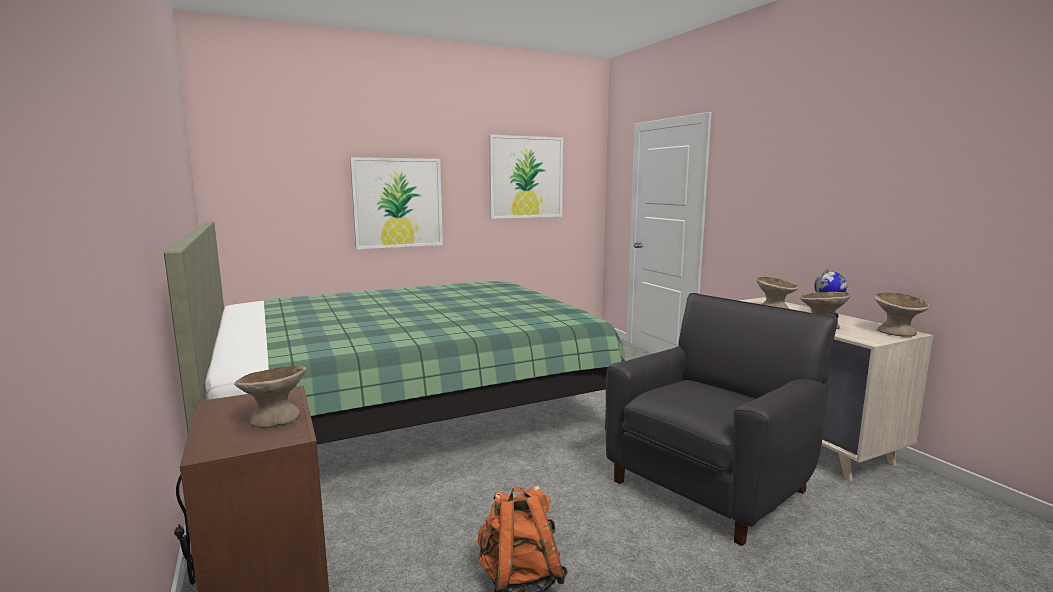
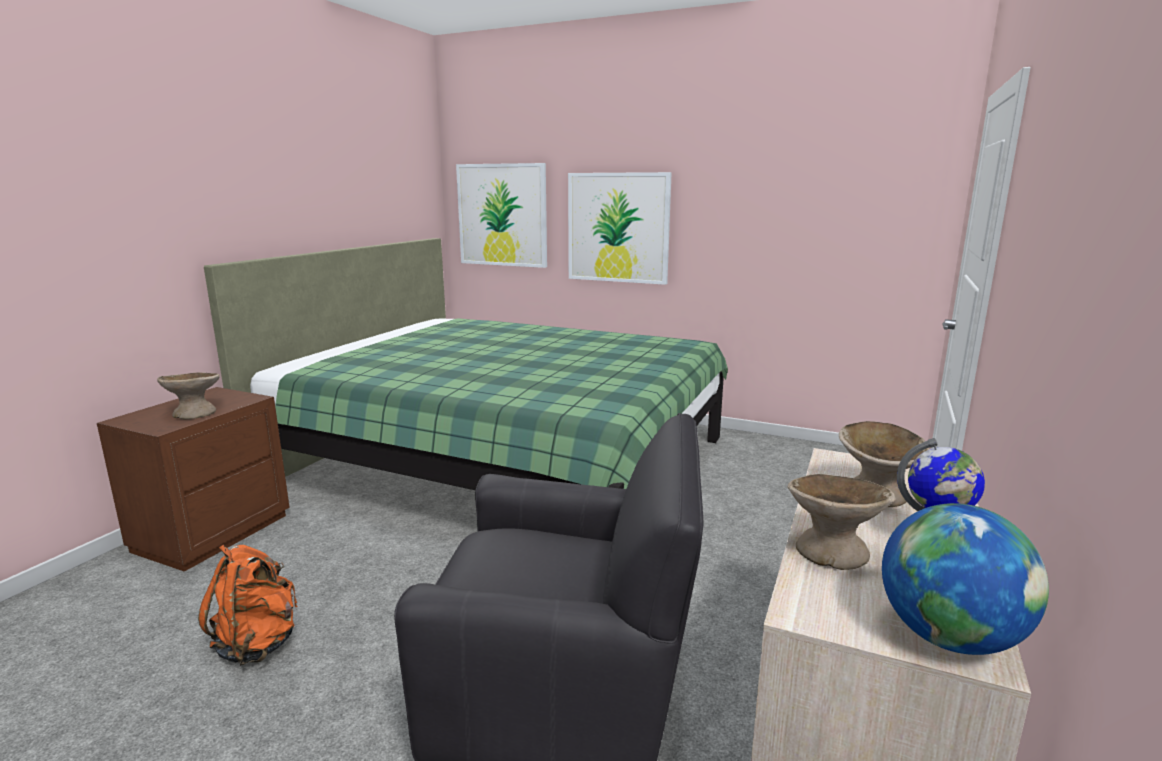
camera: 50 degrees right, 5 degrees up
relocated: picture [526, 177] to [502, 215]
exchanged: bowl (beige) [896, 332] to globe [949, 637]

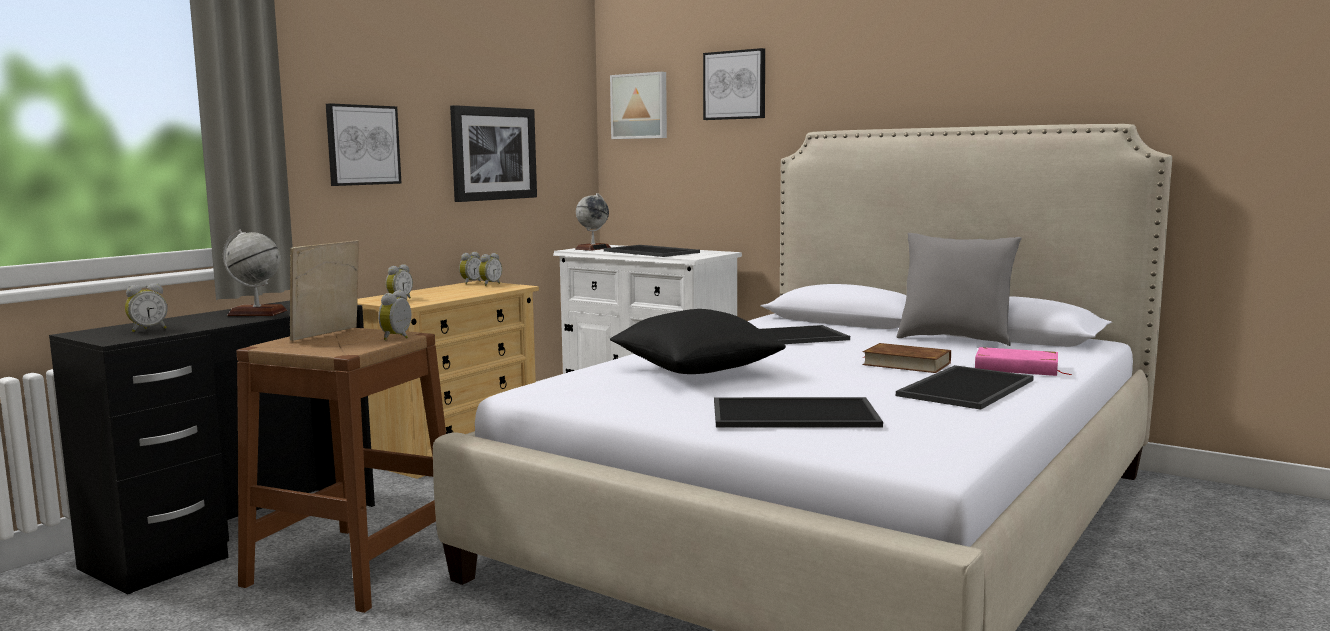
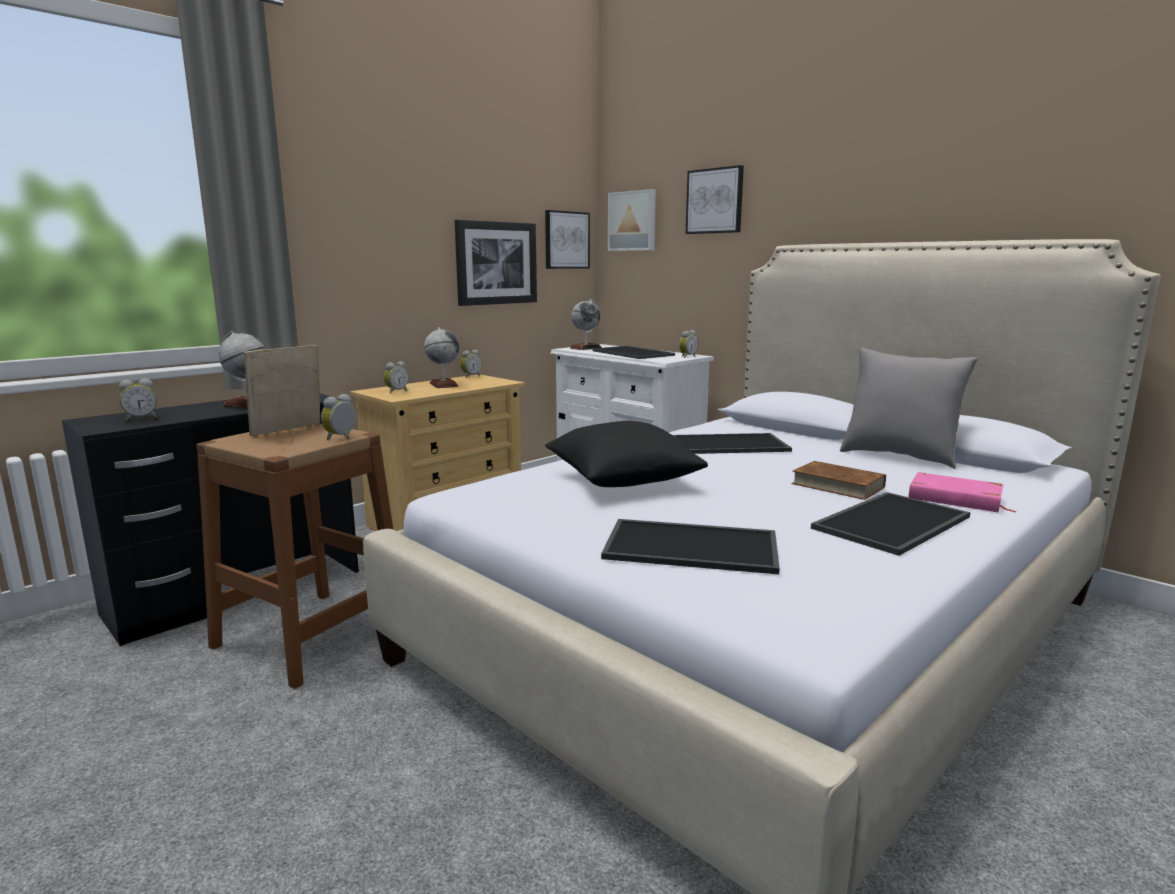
camera: 10 degrees right, 5 degrees up
appeared: globe [443, 385]
relocated: picture [362, 145] to [566, 240]; alarm clock [489, 284] to [686, 357]

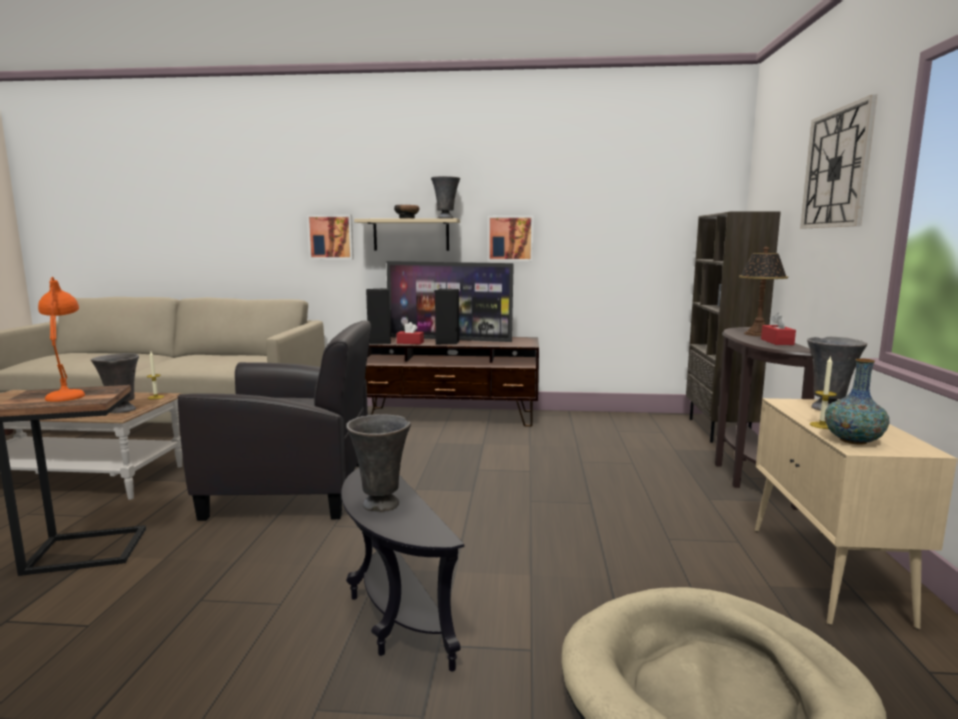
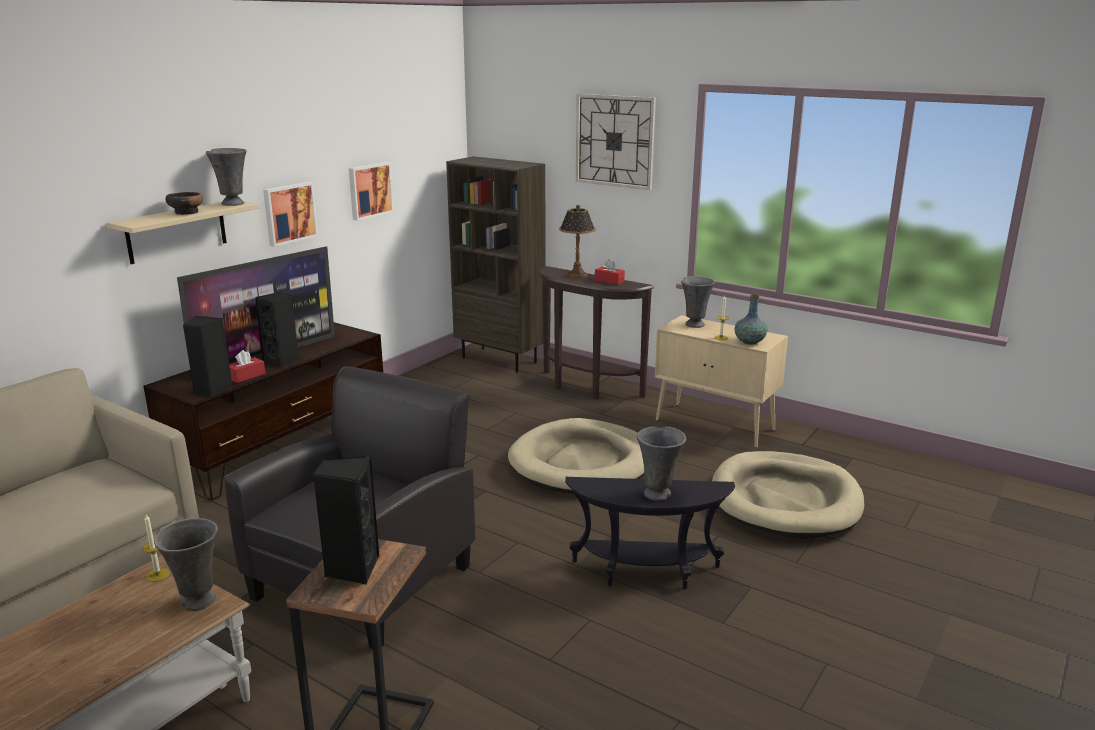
camera: 60 degrees left, 10 degrees up
appeared: dog bed (beige) [582, 463]
relocated: picture [331, 237] to [369, 190]
exchanged: table lamp (orange) [68, 394] to speaker (black) [352, 569]

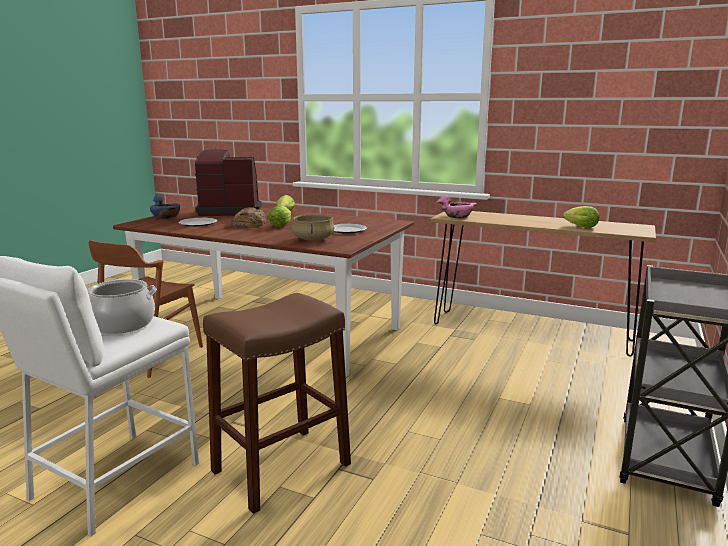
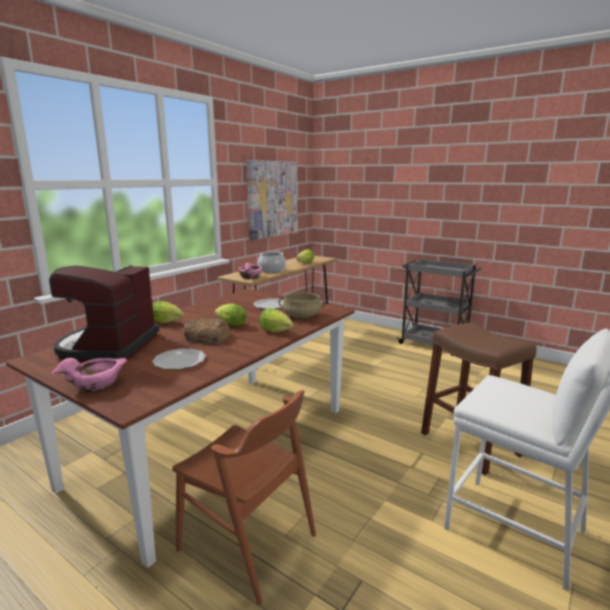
camera: 80 degrees left, 0 degrees up
appeared: picture [272, 199]; lettuce [277, 332]
relocated: cooking pot [122, 324] to [272, 270]
colour: bowl (blue) [166, 217] to bowl (pink) [97, 384]

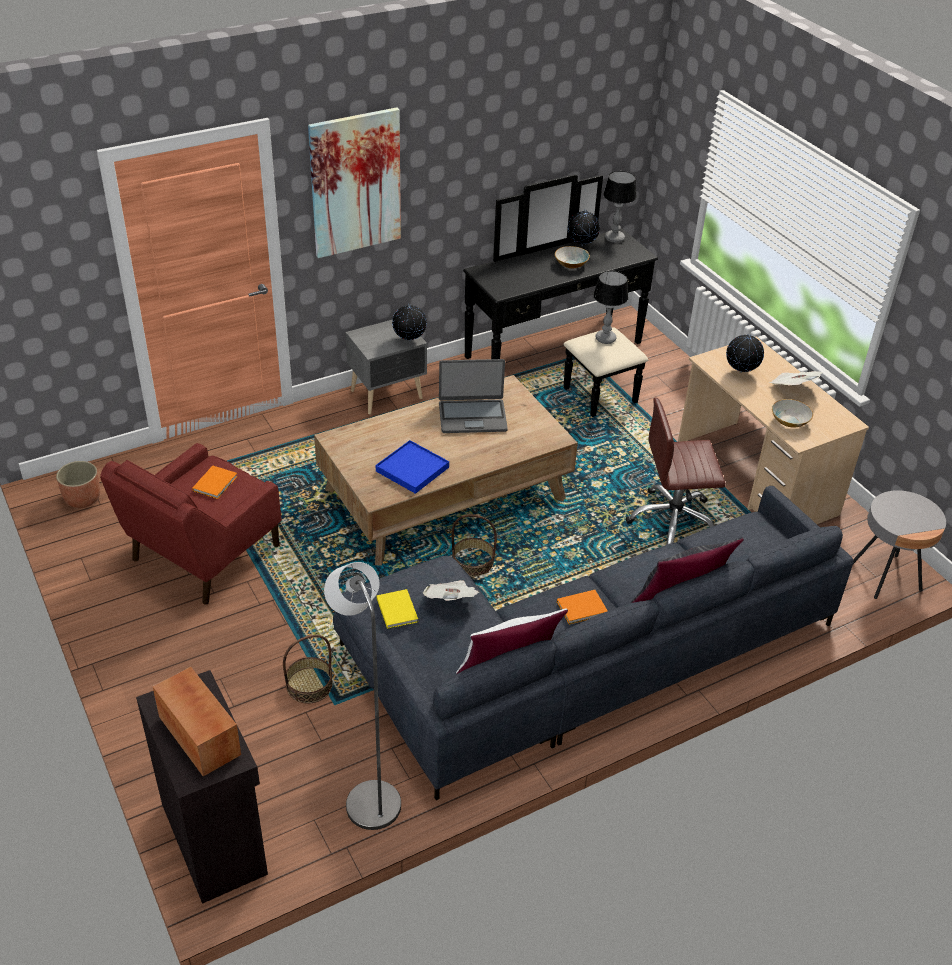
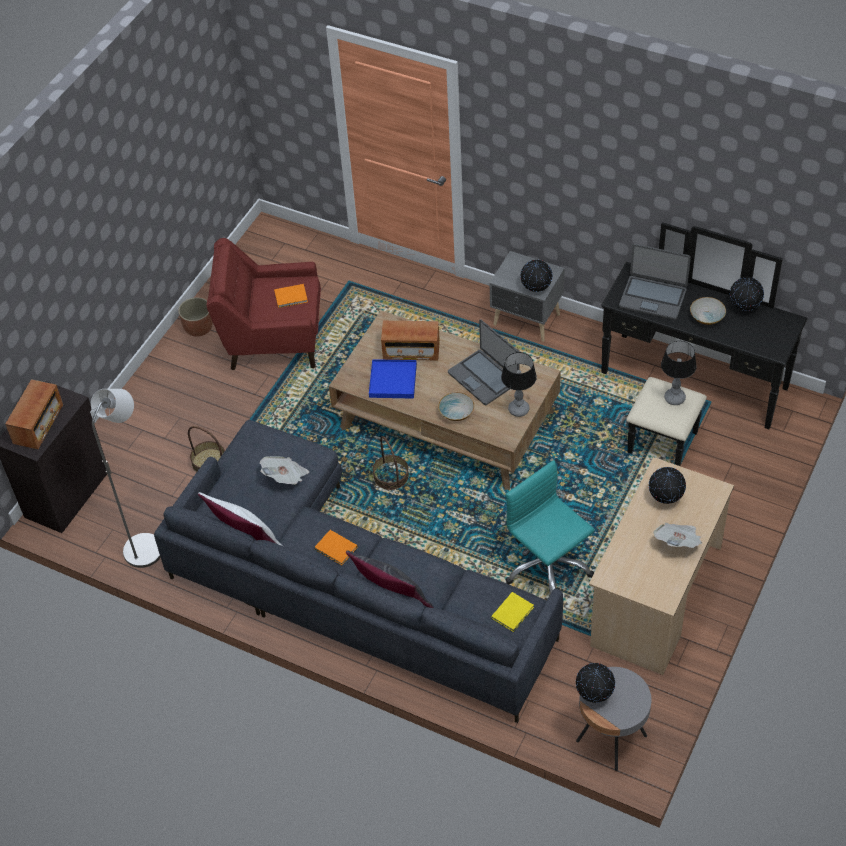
camera: 60 degrees right, 10 degrees up
missing: picture [355, 183]
appeared: radio [411, 351]; globe [594, 695]; laptop [653, 297]
relocated: planter [83, 499] to [199, 328]; book (yellow) [397, 609] to [513, 612]; table lamp [615, 238] to [519, 409]; bowl [789, 421] to [456, 412]
colour: office chair (brown) [673, 521] to office chair (turquoise) [547, 568]

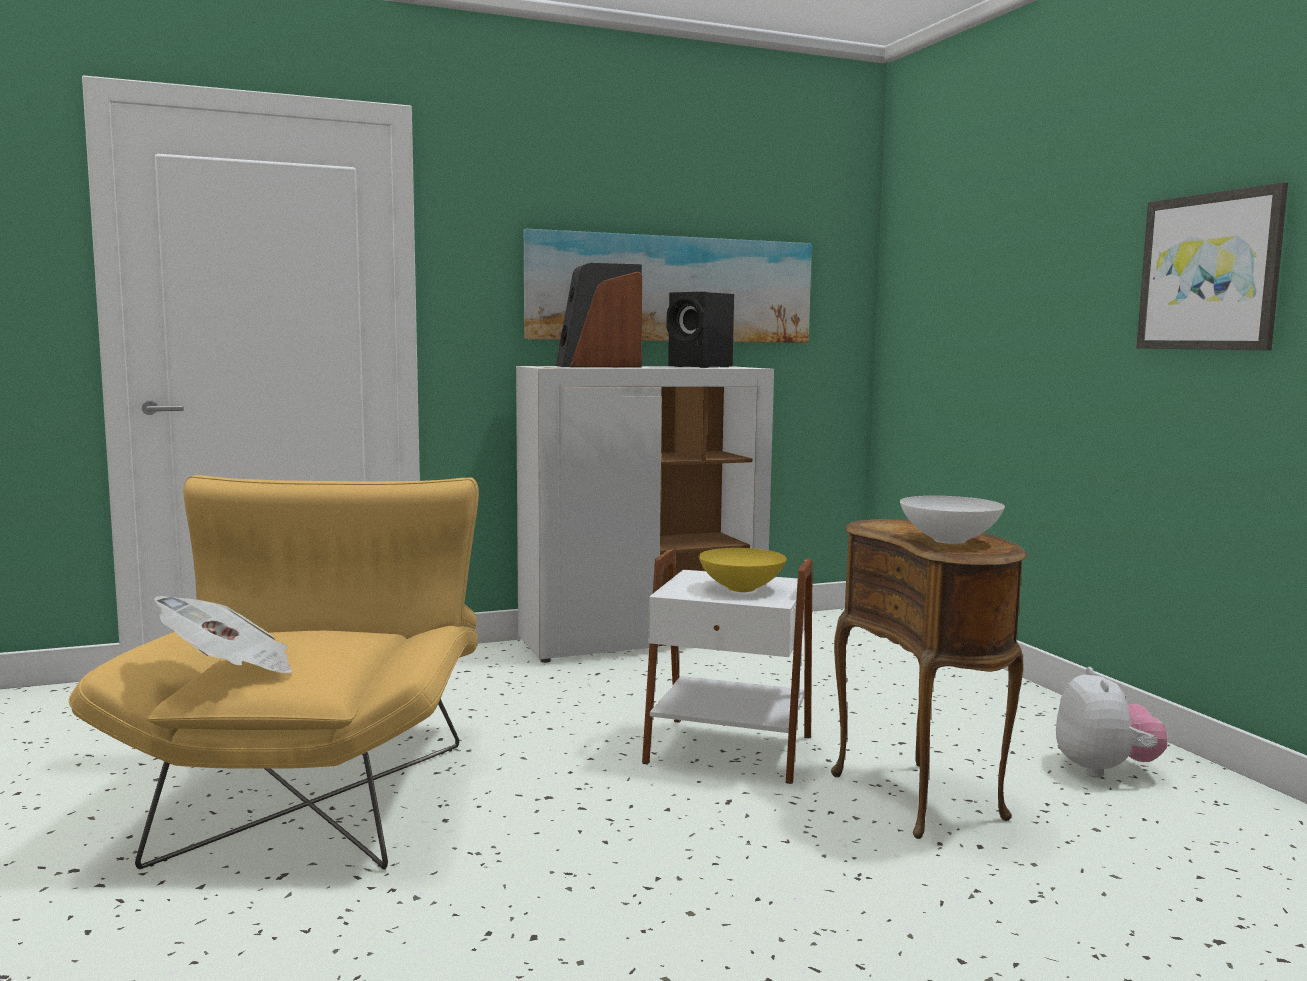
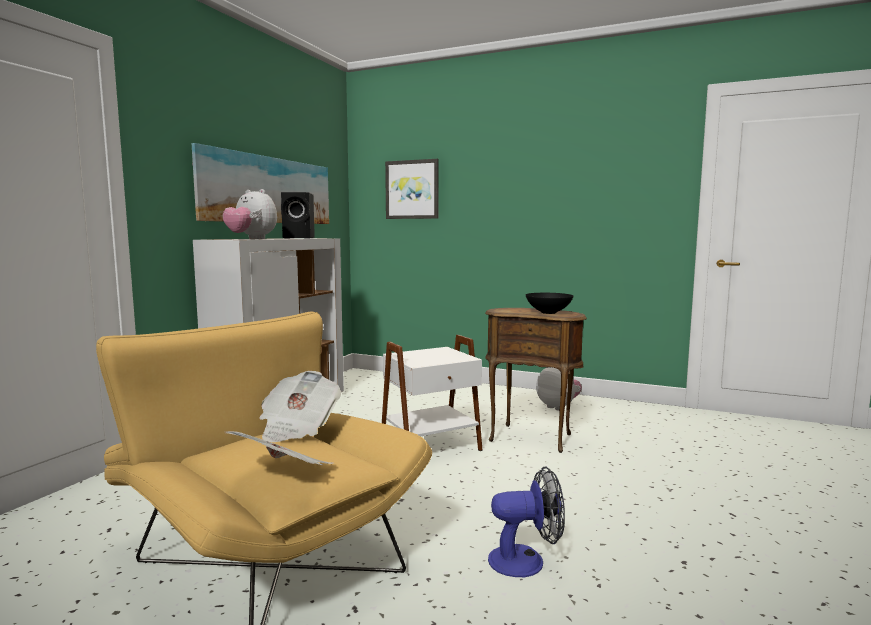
camera: 45 degrees left, 0 degrees up
missing: bowl (yellow) [740, 588]
appeared: newspaper [297, 427]; fan [526, 560]
relocated: picture [1210, 272] to [412, 189]
exchanged: speaker [599, 366] to plush toy [251, 238]
colour: bowl (white) [948, 540] to bowl (black) [548, 312]

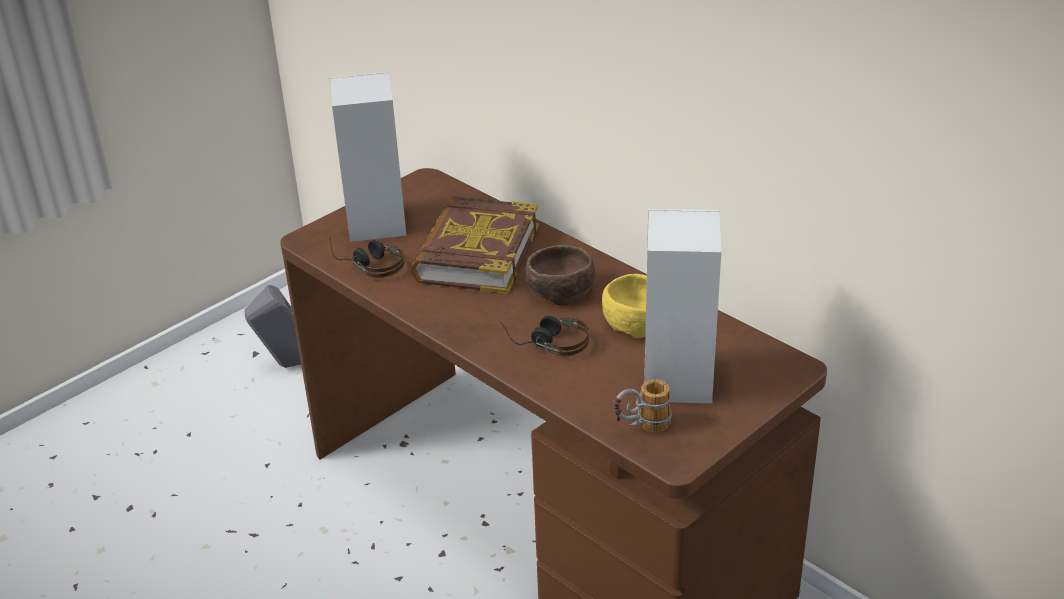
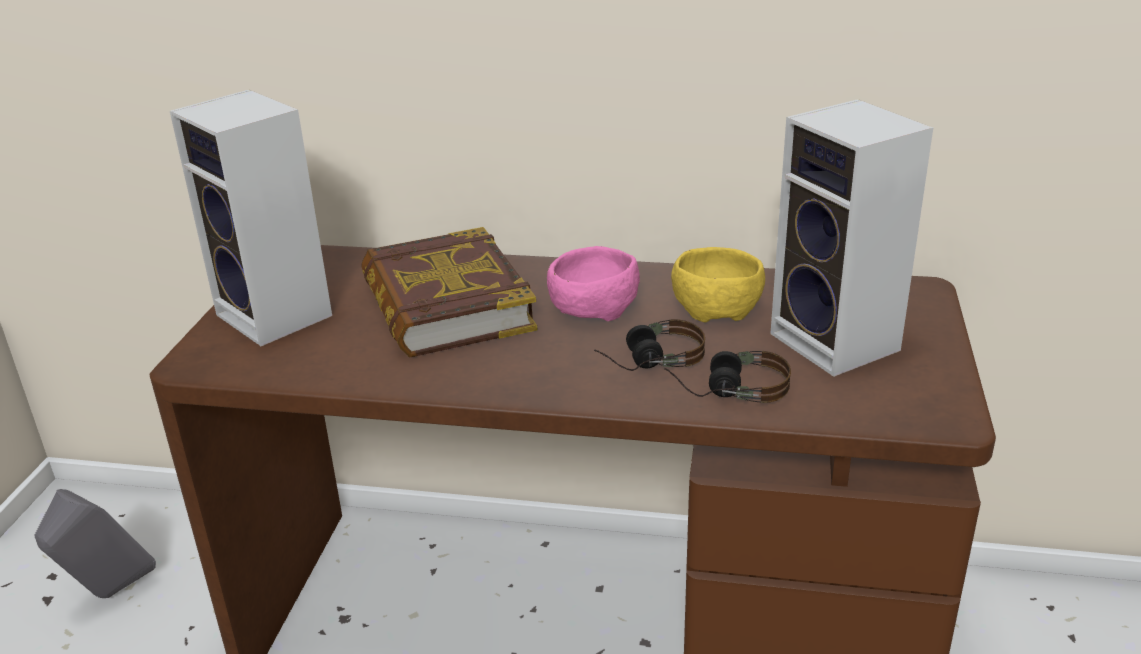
camera: 35 degrees left, 5 degrees down
missing: mug [641, 427]
relocated: headphones [368, 263] to [727, 390]
colour: bowl (brown) [559, 290] to bowl (pink) [591, 307]

